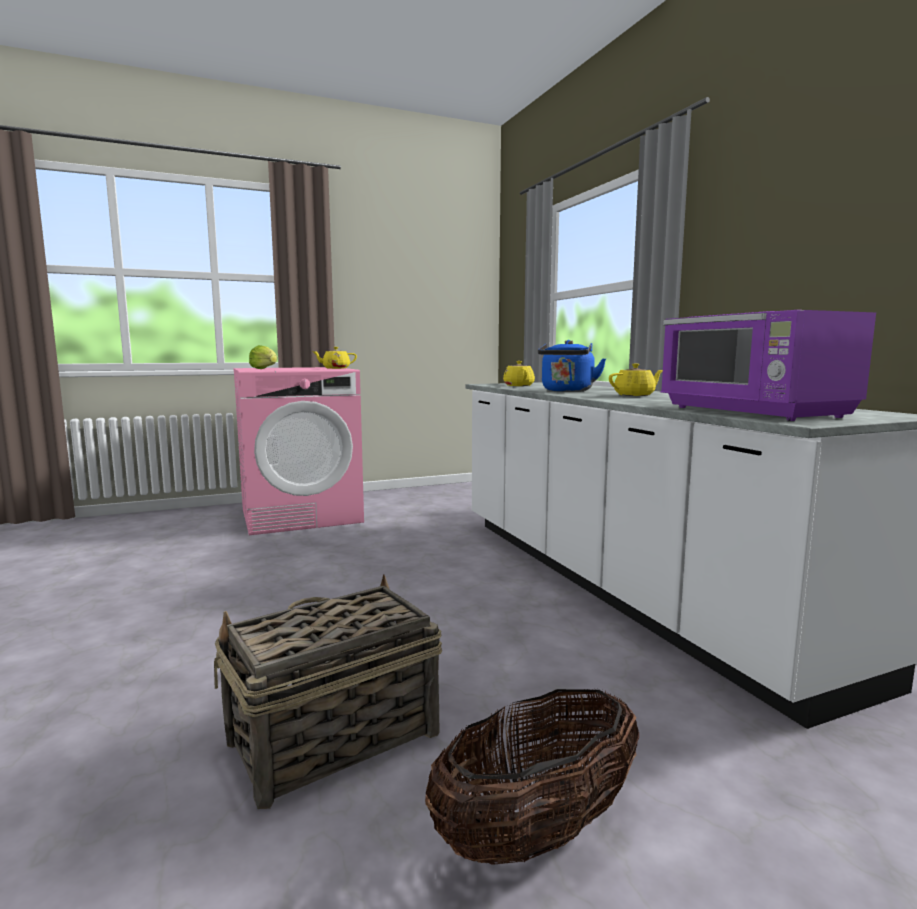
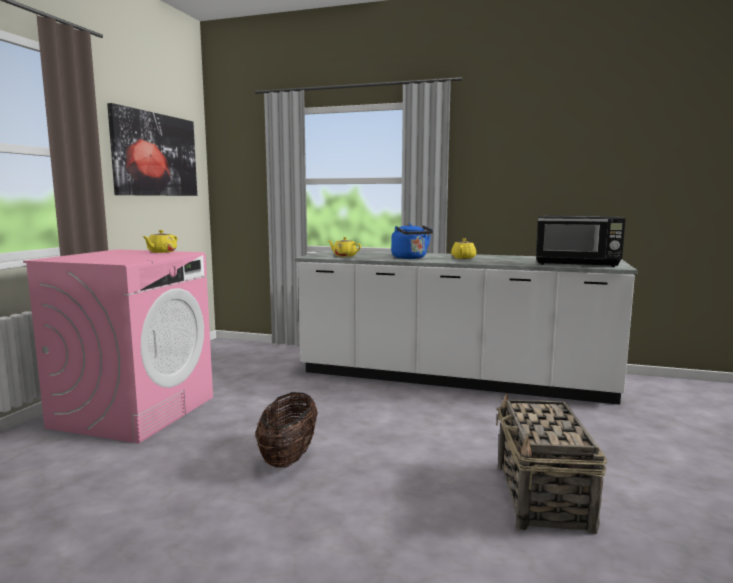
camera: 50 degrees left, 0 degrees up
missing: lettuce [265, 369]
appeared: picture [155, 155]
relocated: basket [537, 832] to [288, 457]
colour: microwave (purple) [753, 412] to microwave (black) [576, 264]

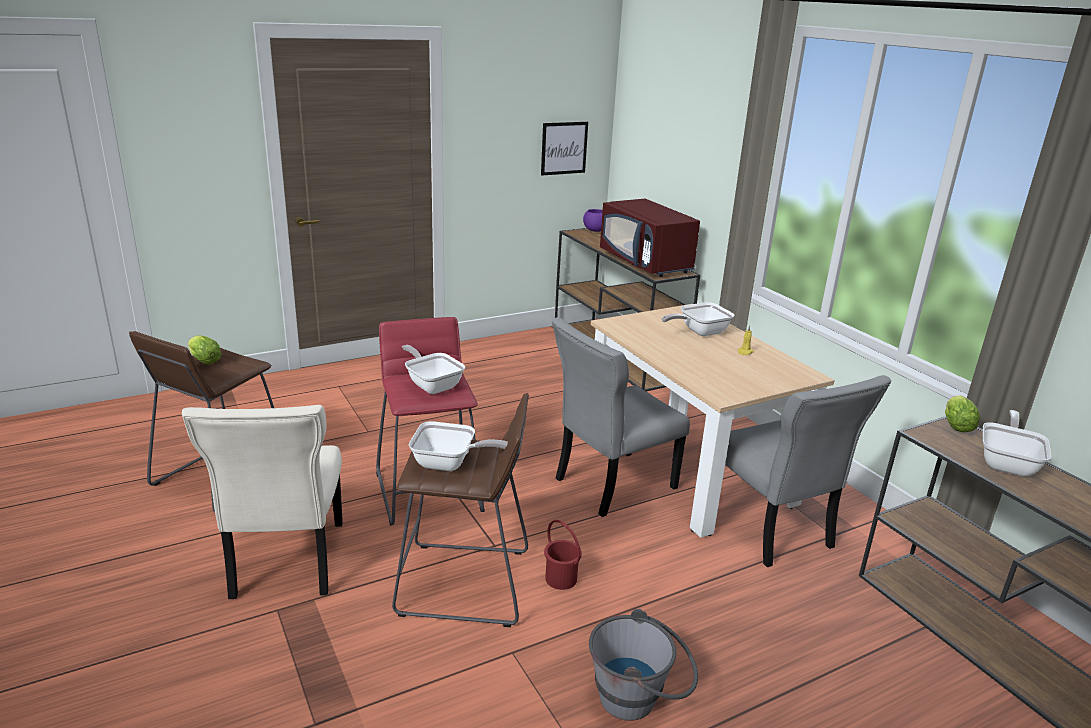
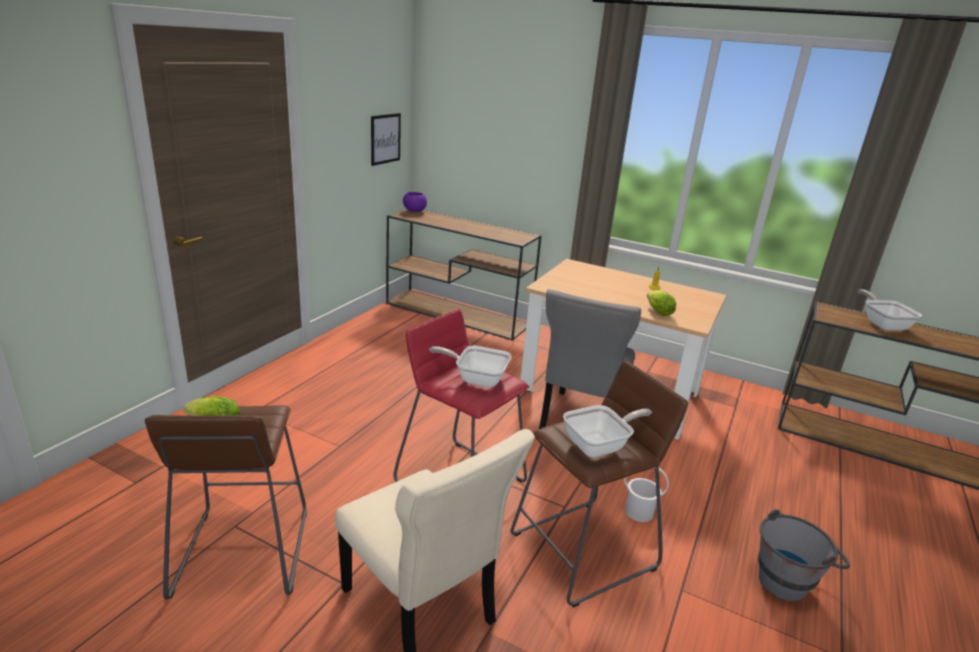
camera: 35 degrees left, 0 degrees up
missing: microwave (red) [646, 263]; frying pan [699, 332]; chair (grey) [770, 530]
relocated: lettuce [955, 425] to [657, 311]
colour: bucket (red) [561, 578] to bucket (white) [638, 511]

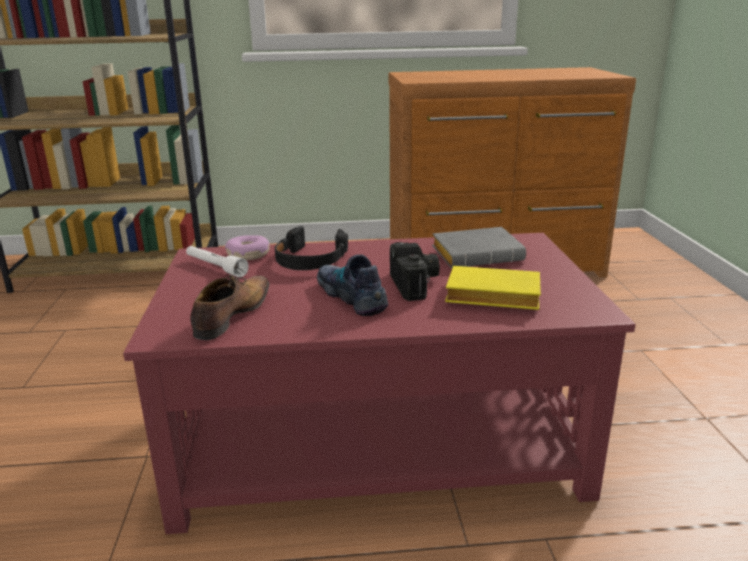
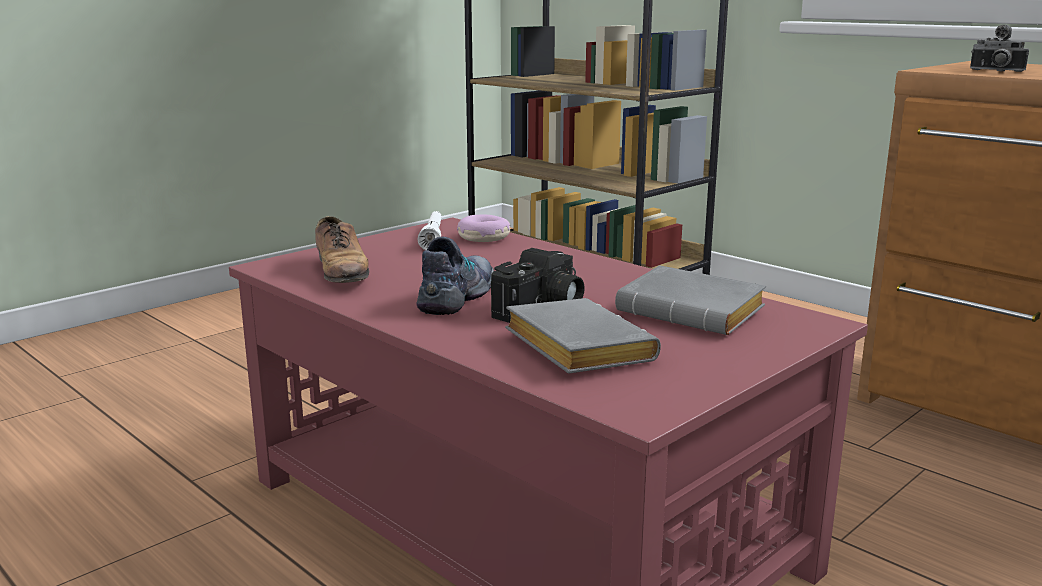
camera: 50 degrees right, 5 degrees down
missing: headphones (black) [310, 260]
appeared: photo camera [996, 71]
colour: book (yellow) [490, 297] to book (grey) [573, 348]
spun: shoe [231, 316] = [342, 272] 90 degrees clockwise

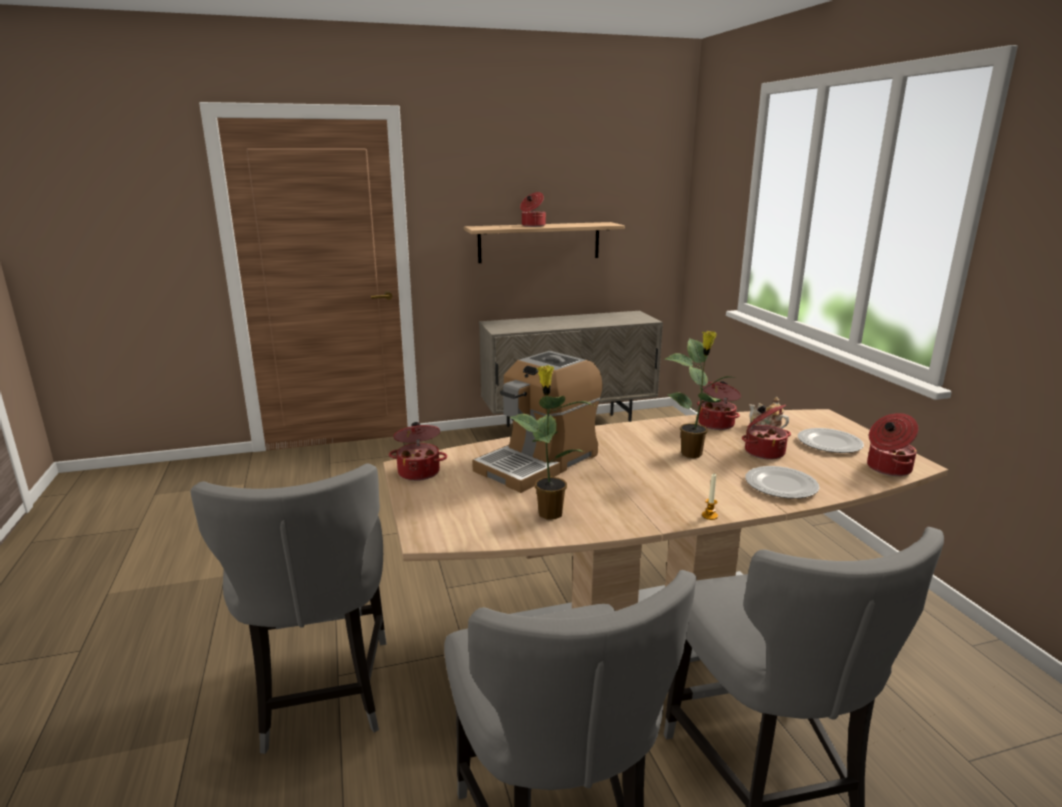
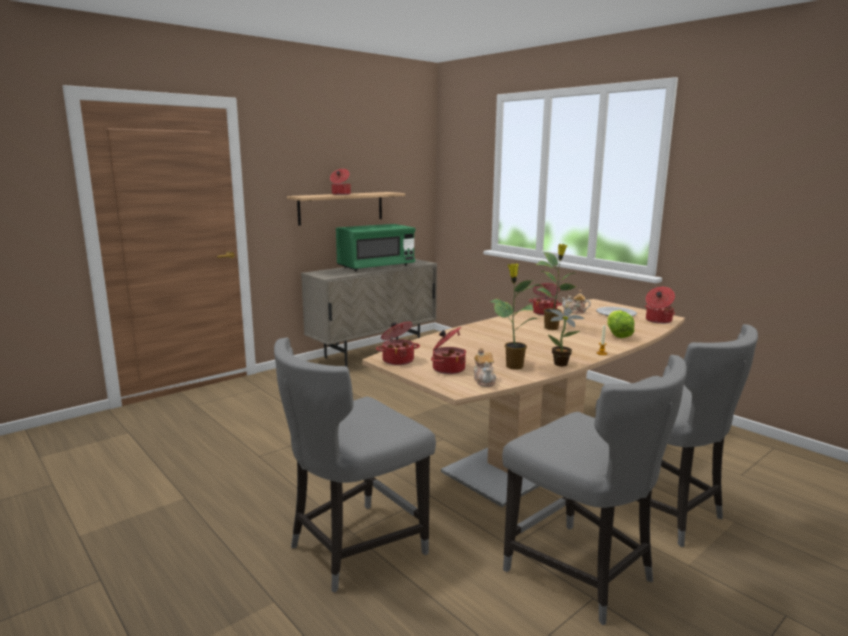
camera: 25 degrees left, 5 degrees down
missing: coffee machine [539, 462]
appeared: microwave (green) [376, 267]; teapot [484, 381]; potted plant [563, 364]
relocated: cooking pot [763, 452] to [448, 369]
exchanged: plate [780, 485] to lettuce [617, 335]
spun: chair (grey) [321, 695] = [353, 548] 90 degrees clockwise

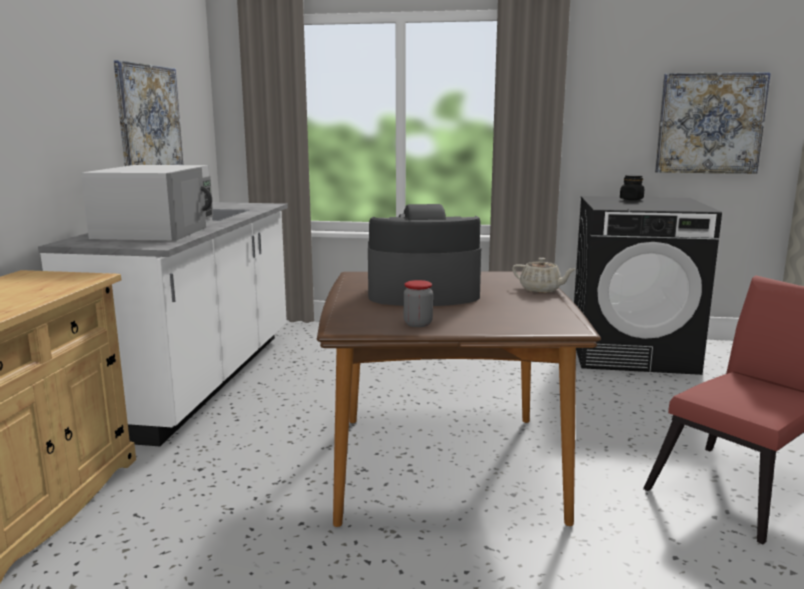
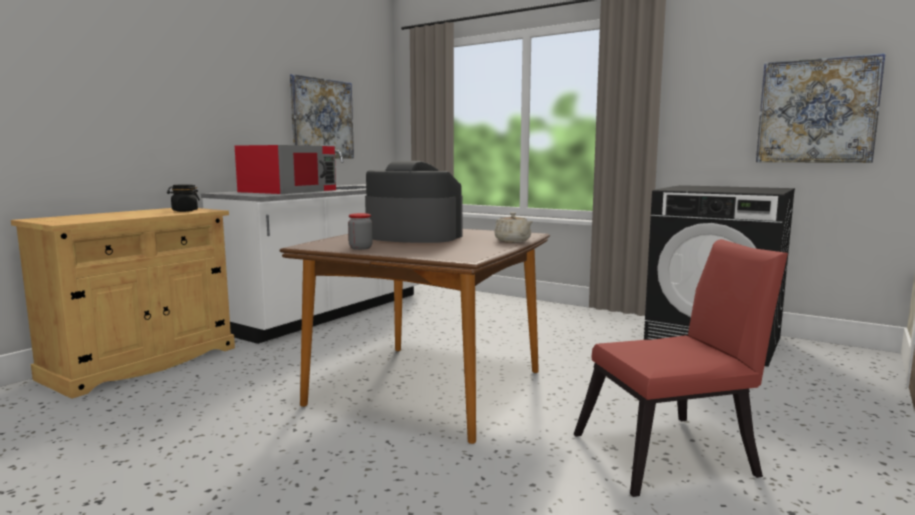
camera: 25 degrees right, 5 degrees down
relocated: jar (black) [631, 199] to [184, 211]
colour: microwave (white) [156, 230] to microwave (red) [289, 191]

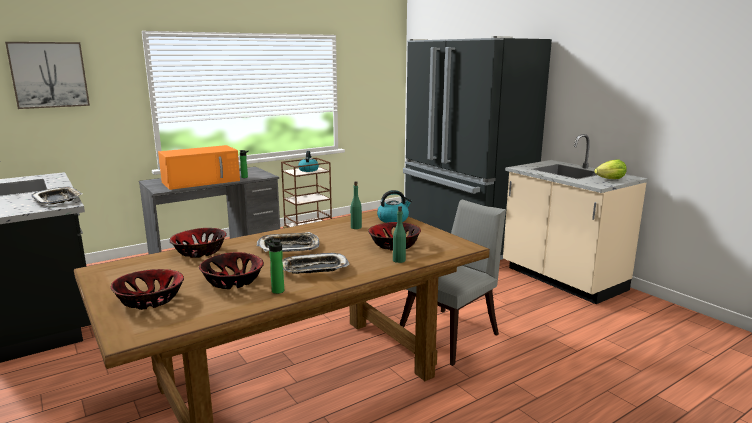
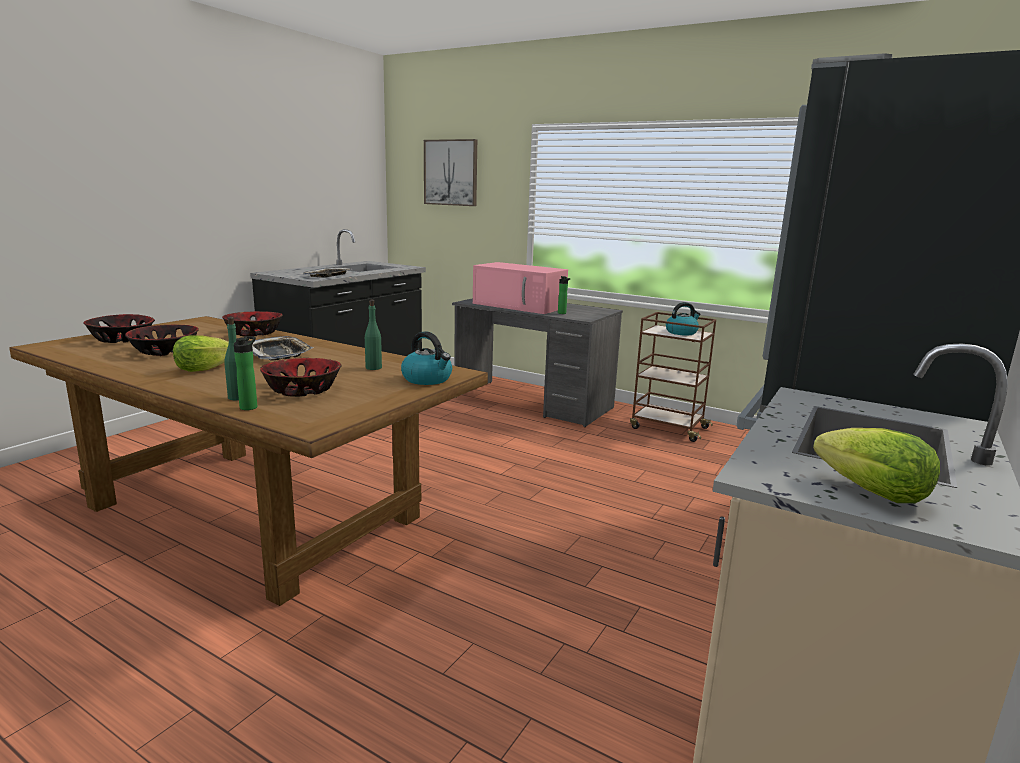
camera: 65 degrees right, 0 degrees up
missing: chair (grey) [452, 334]
relocated: bottle [276, 290] to [250, 406]
exchanged: tray [314, 269] to lettuce [203, 369]
colour: microwave (orange) [202, 181] to microwave (pink) [520, 306]

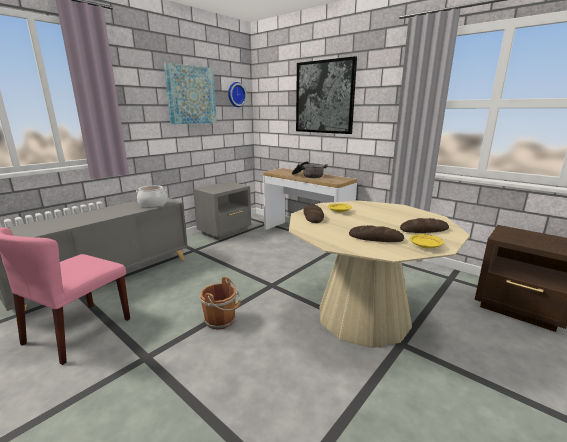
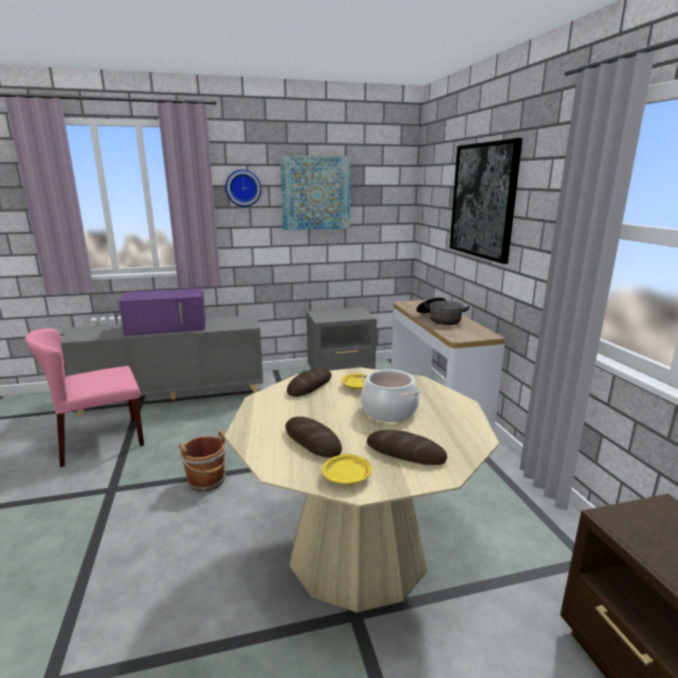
camera: 35 degrees right, 0 degrees up
appeared: microwave (purple) [168, 327]
relocated: cooking pot [152, 204] to [388, 411]; wall clock [236, 94] to [243, 188]

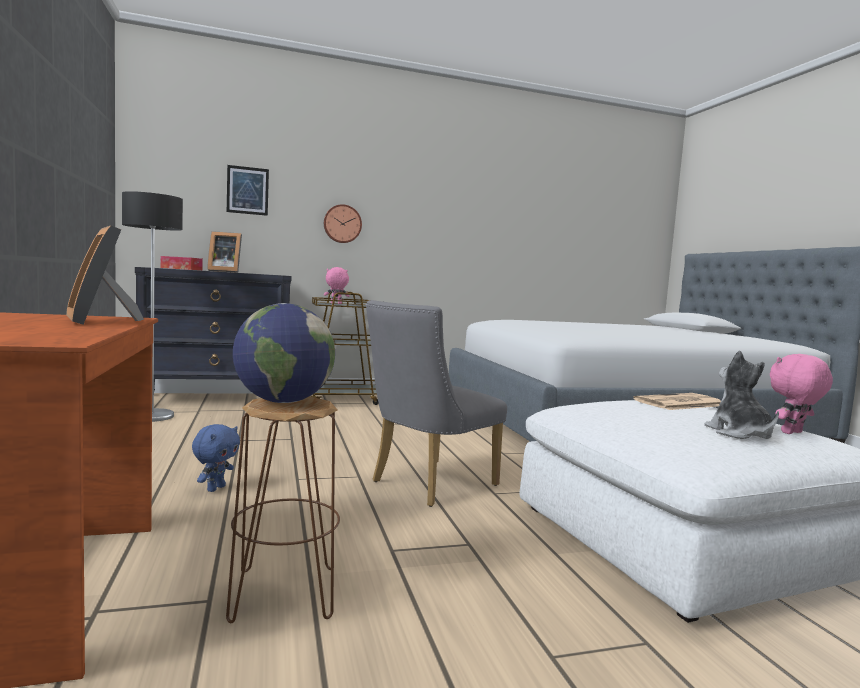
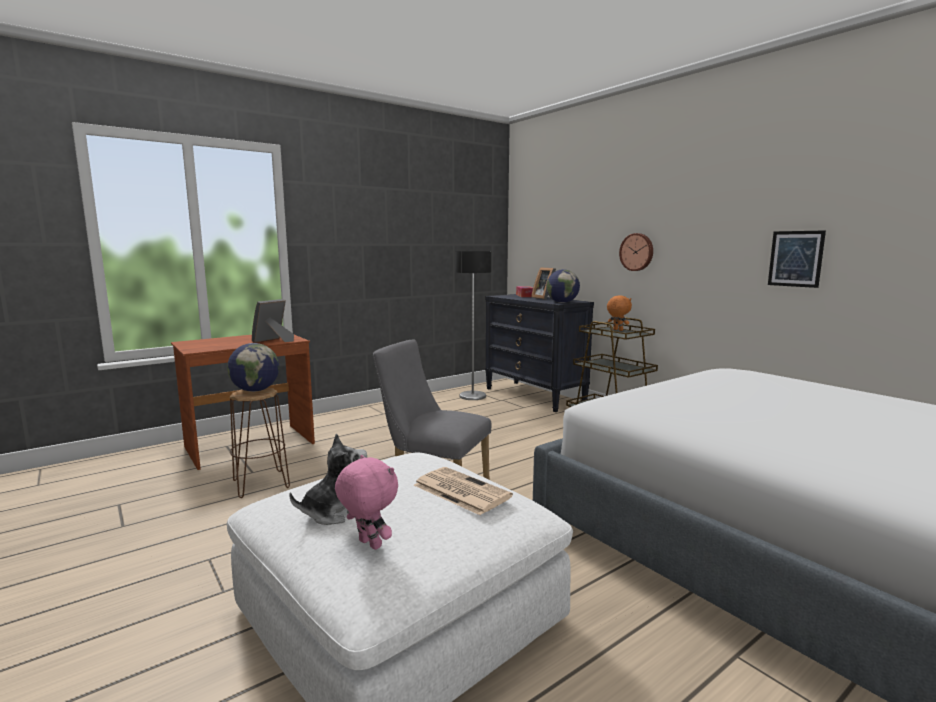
camera: 70 degrees right, 5 degrees up
missing: plush toy (blue) [215, 488]
appeared: globe [562, 302]
relocated: picture [247, 190] to [795, 258]
colour: plush toy (pink) [336, 303] to plush toy (orange) [617, 330]

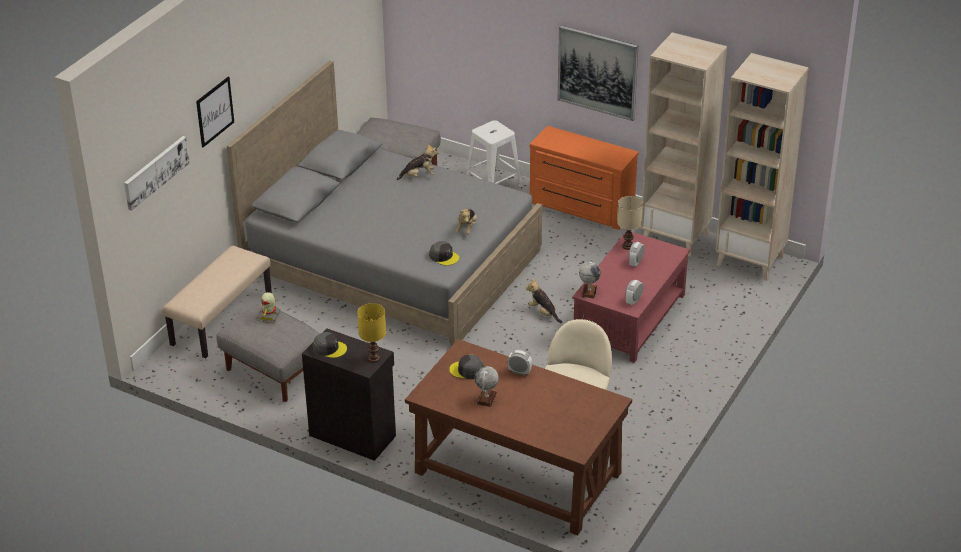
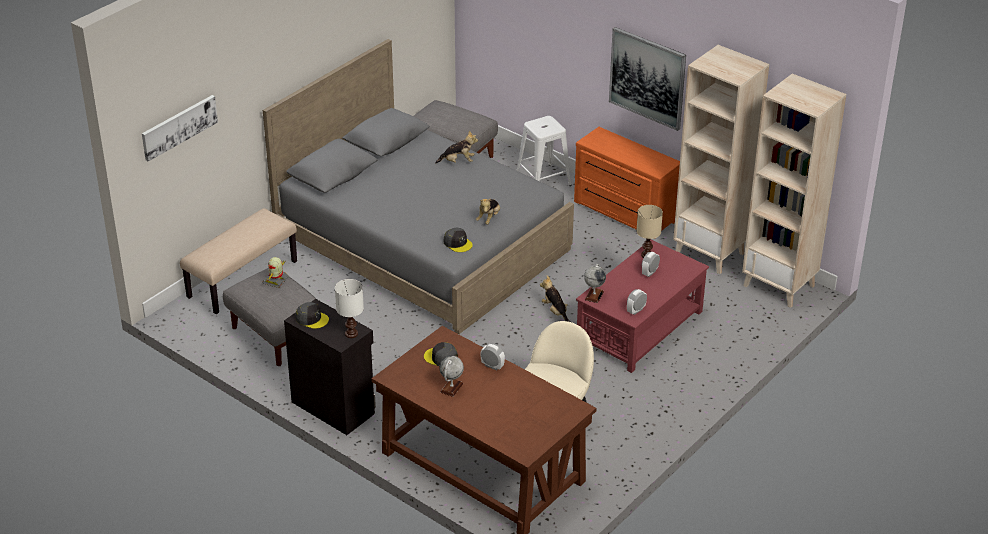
camera: 10 degrees right, 0 degrees up
missing: picture [215, 111]
colour: table lamp (yellow) [374, 358] to table lamp (white) [351, 334]

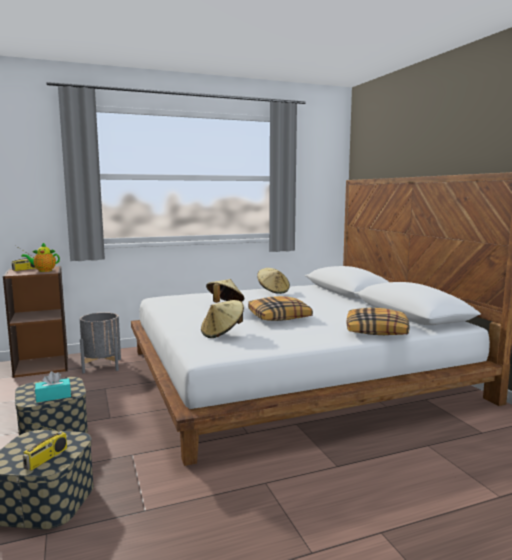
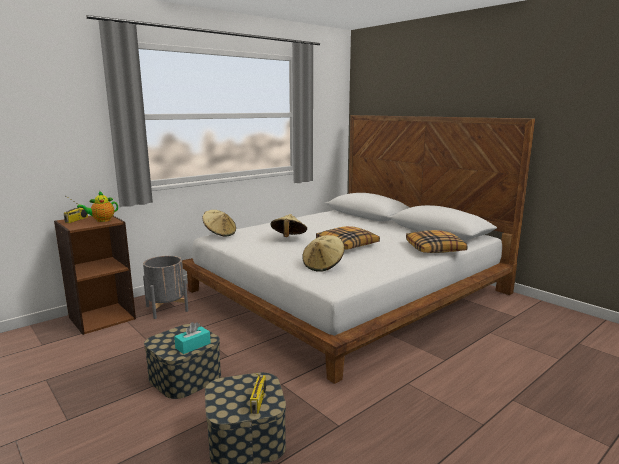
camera: 20 degrees left, 5 degrees up
relocated: hat (beige) [273, 291] to [220, 233]

